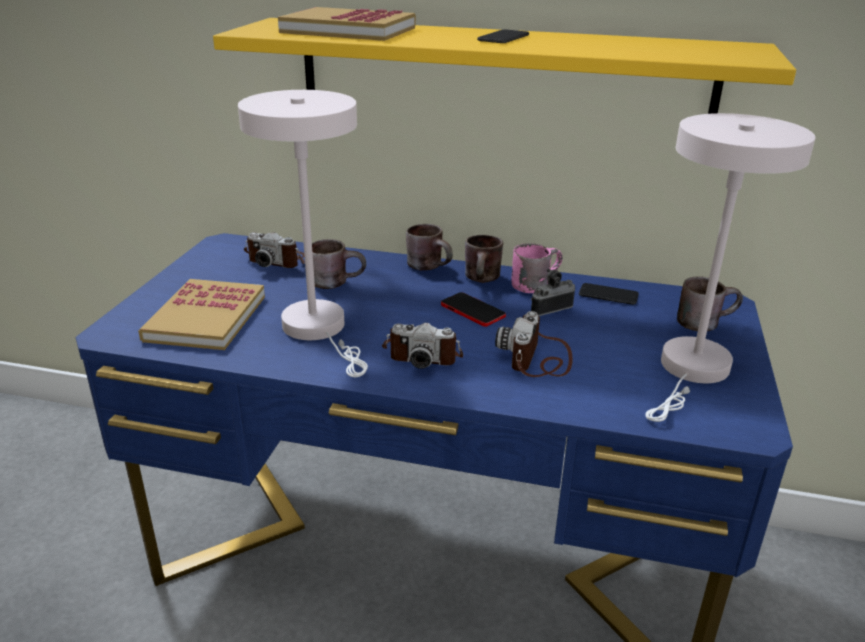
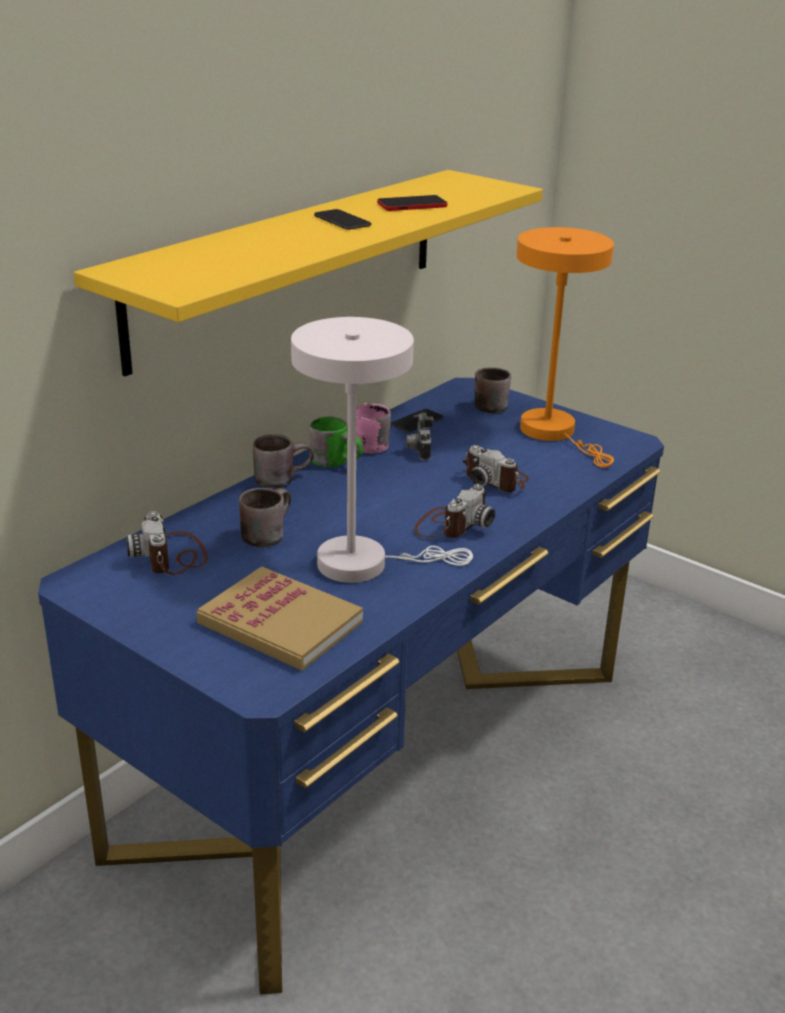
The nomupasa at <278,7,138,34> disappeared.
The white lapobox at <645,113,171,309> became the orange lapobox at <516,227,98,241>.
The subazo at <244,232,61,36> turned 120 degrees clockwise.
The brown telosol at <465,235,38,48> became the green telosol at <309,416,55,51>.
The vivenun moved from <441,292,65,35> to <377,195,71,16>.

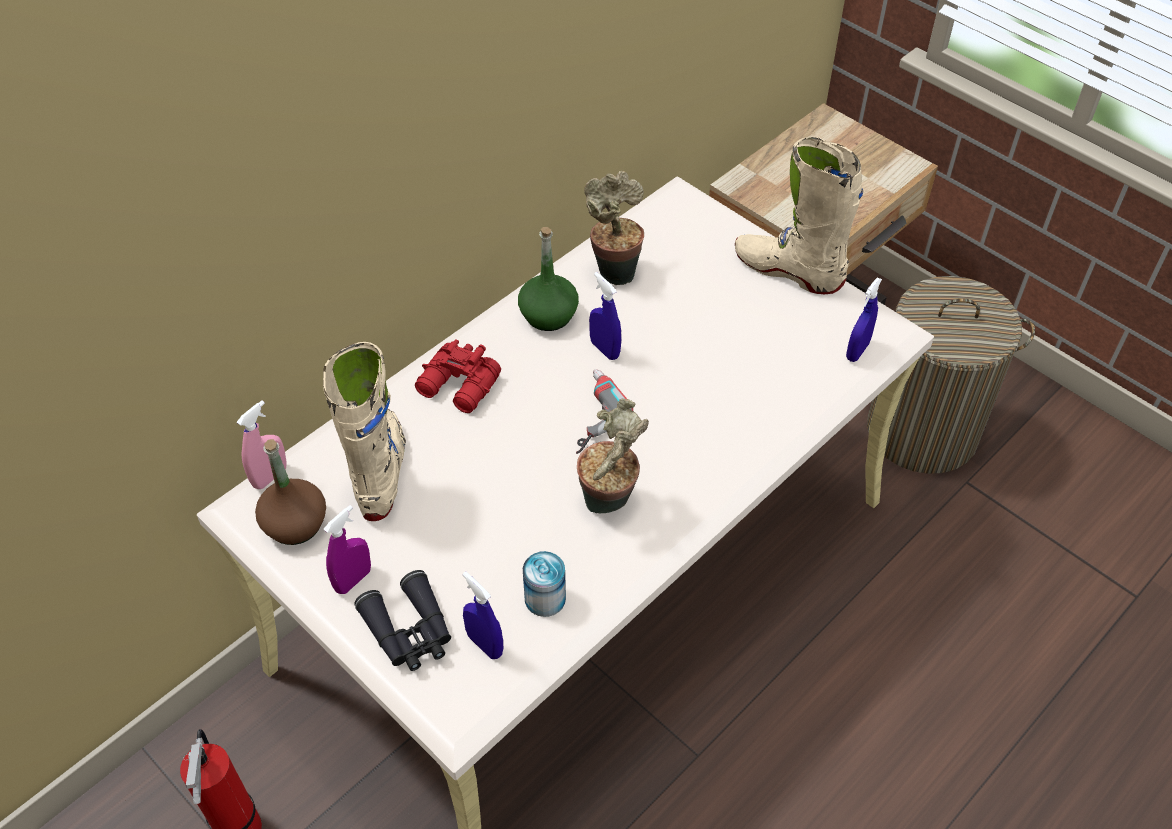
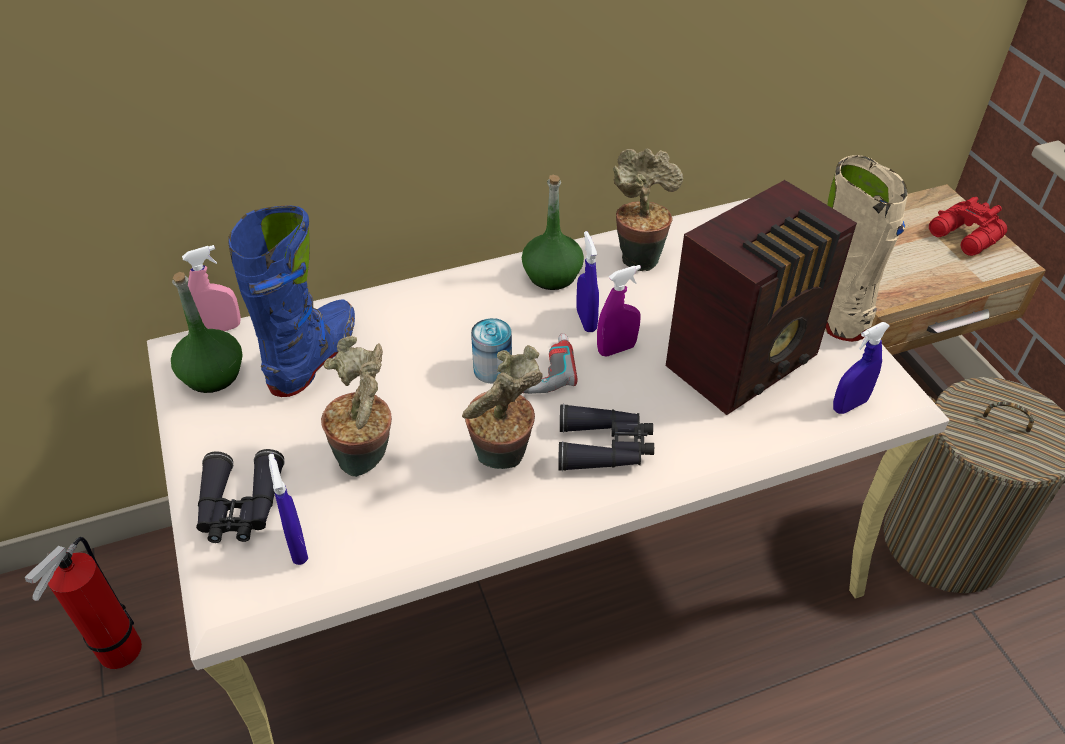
The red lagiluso moved from <415,339,86,74> to <929,197,78,59>.
The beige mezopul at <323,342,83,179> became the blue mezopul at <228,205,127,192>.
The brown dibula at <255,439,71,106> became the green dibula at <171,272,72,121>.
The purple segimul moved from <323,505,48,89> to <597,265,44,92>.
The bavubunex moved from <523,551,43,66> to <471,318,41,66>.
The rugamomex at <666,180,191,235> appeared.
The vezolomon at <321,336,71,141> appeared.
The black lagiluso at <558,404,96,67> appeared.

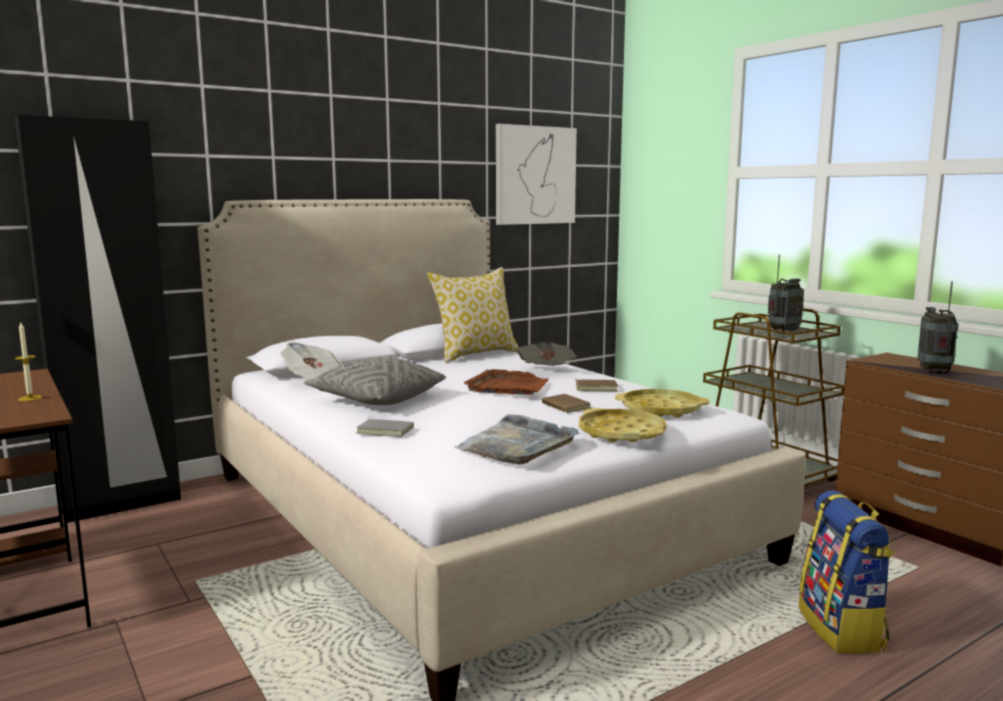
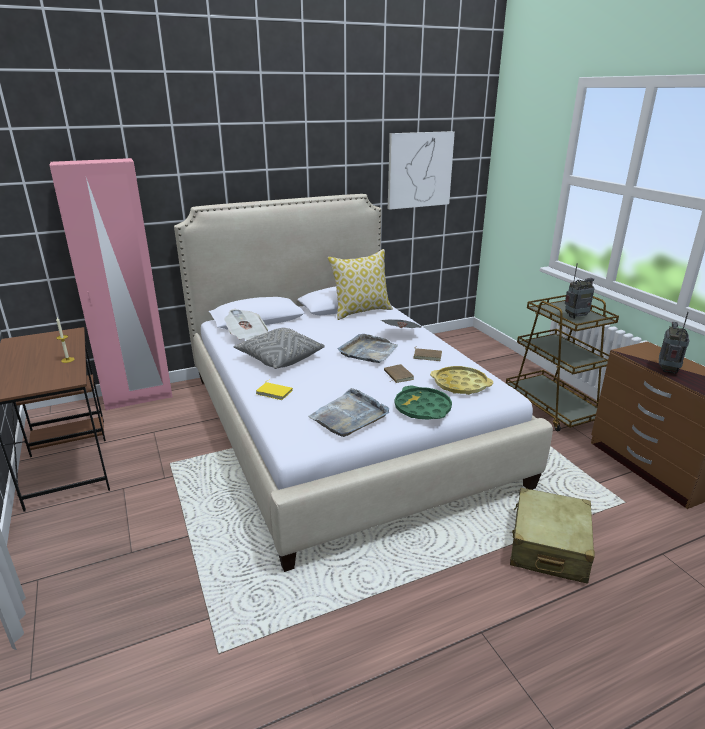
The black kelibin at <15,115,166,408> became the pink kelibin at <49,158,124,252>.
The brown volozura at <464,369,85,26> became the grey volozura at <338,334,60,29>.
The yellow volozura at <579,408,87,35> became the green volozura at <394,386,58,33>.
The grey nomupasa at <356,417,58,20> became the yellow nomupasa at <256,380,37,20>.
The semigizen at <799,490,95,163> was replaced by the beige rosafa at <510,488,85,96>.

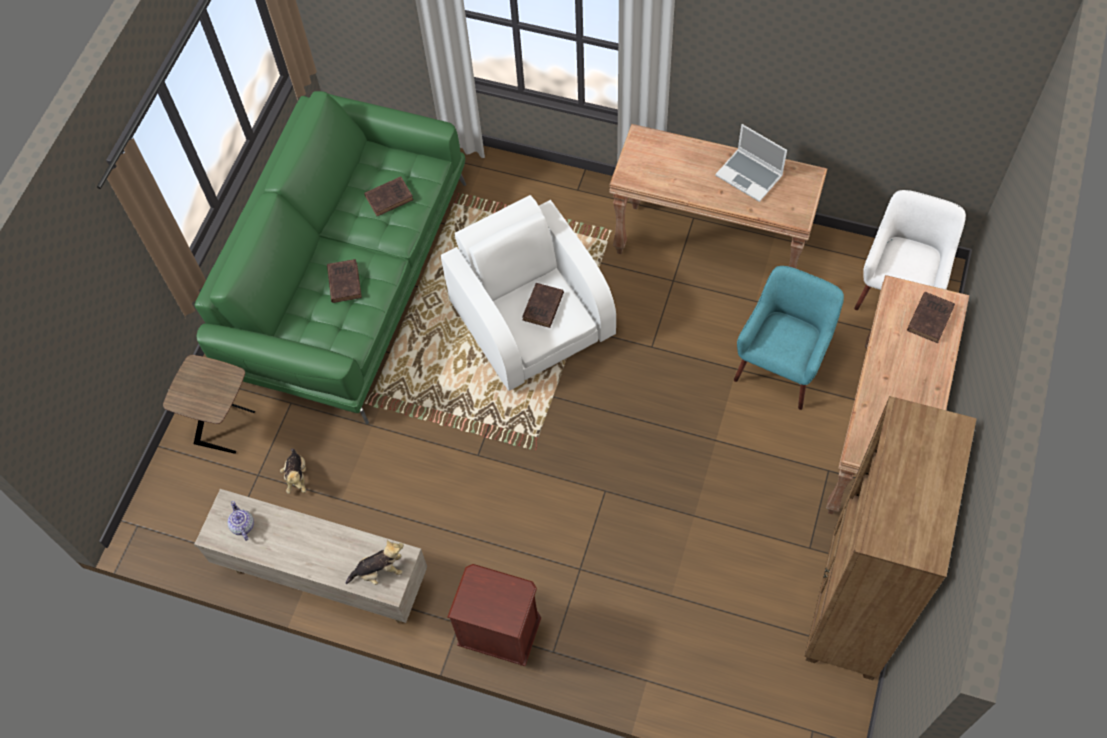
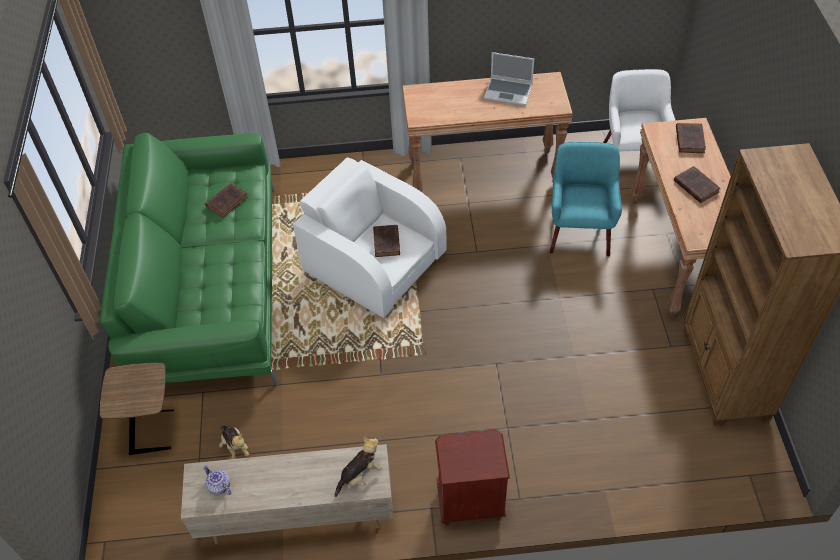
The brown nomupasa moved from <327,259,35,44> to <674,166,47,37>.

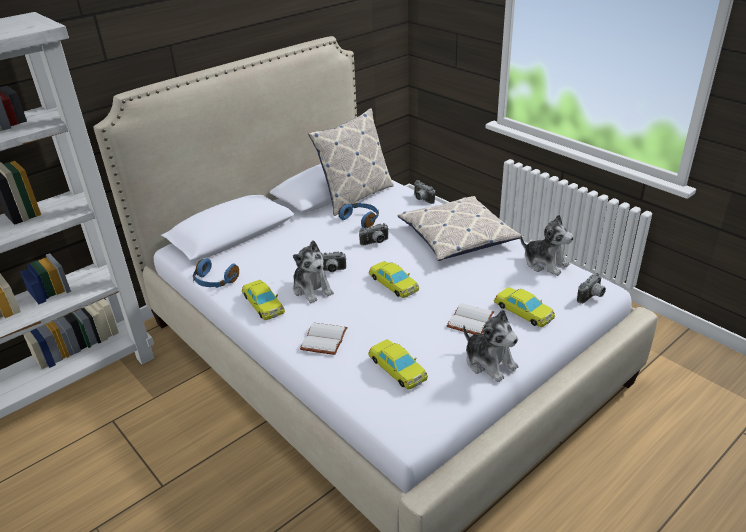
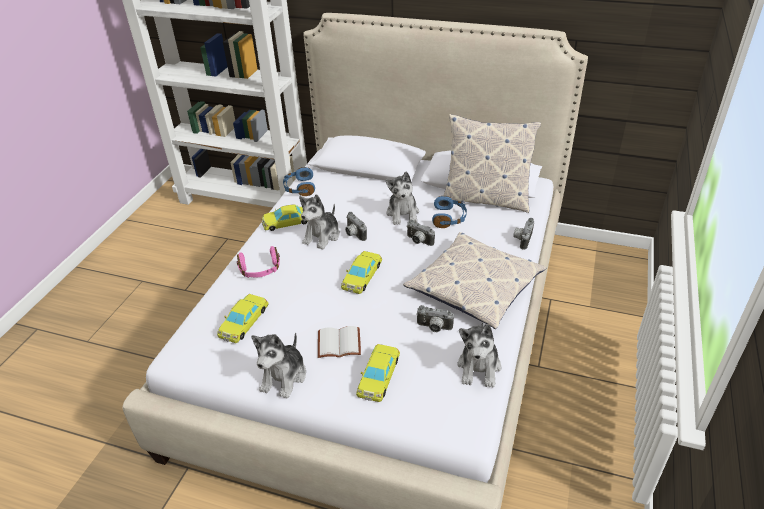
The subazo moved from <577,273,29,31> to <416,305,38,27>.
The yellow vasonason at <242,280,43,40> turned 45 degrees clockwise.
The white nomupasa at <300,322,48,33> was replaced by the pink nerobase at <237,246,43,32>.
The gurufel at <386,172,33,53> appeared.

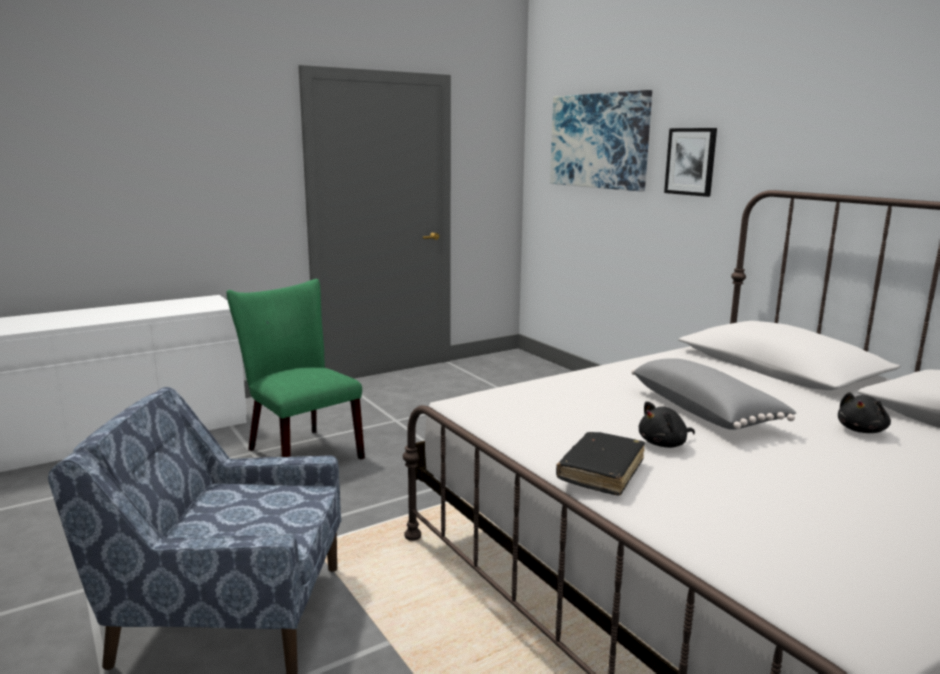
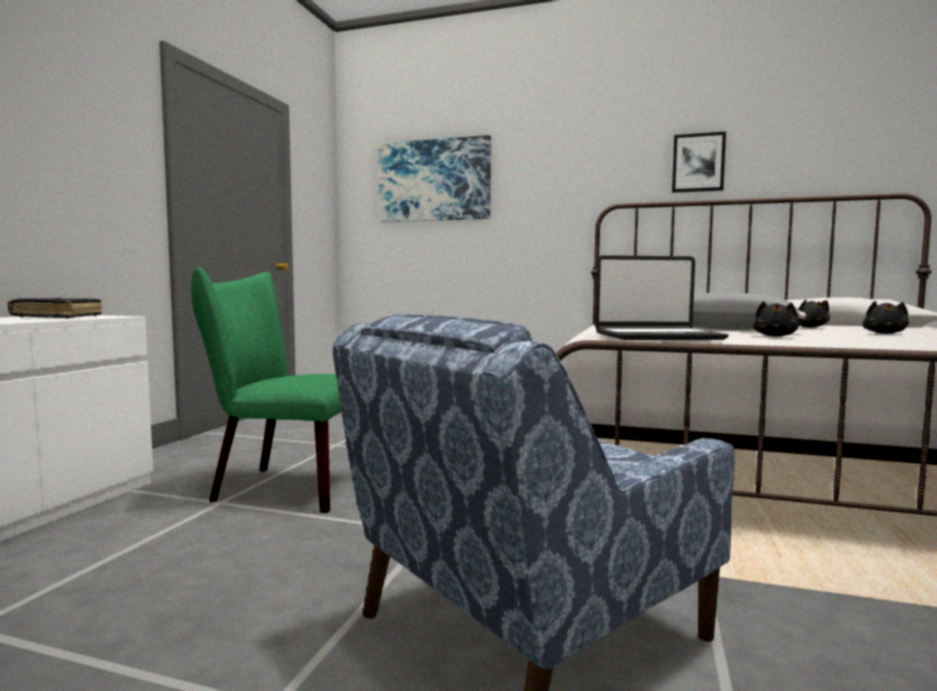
The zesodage moved from <664,128,53,69> to <672,131,54,62>.
The black nomupasa moved from <556,432,89,64> to <8,298,94,20>.
The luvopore at <595,255,134,85> appeared.
The black gurufel at <862,301,47,33> appeared.

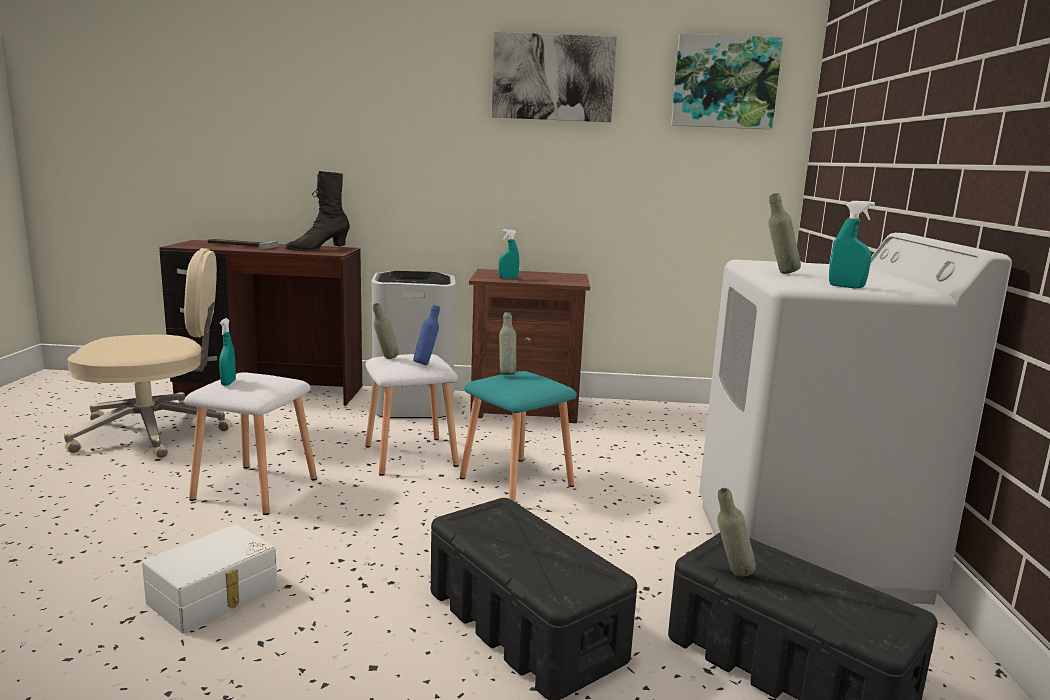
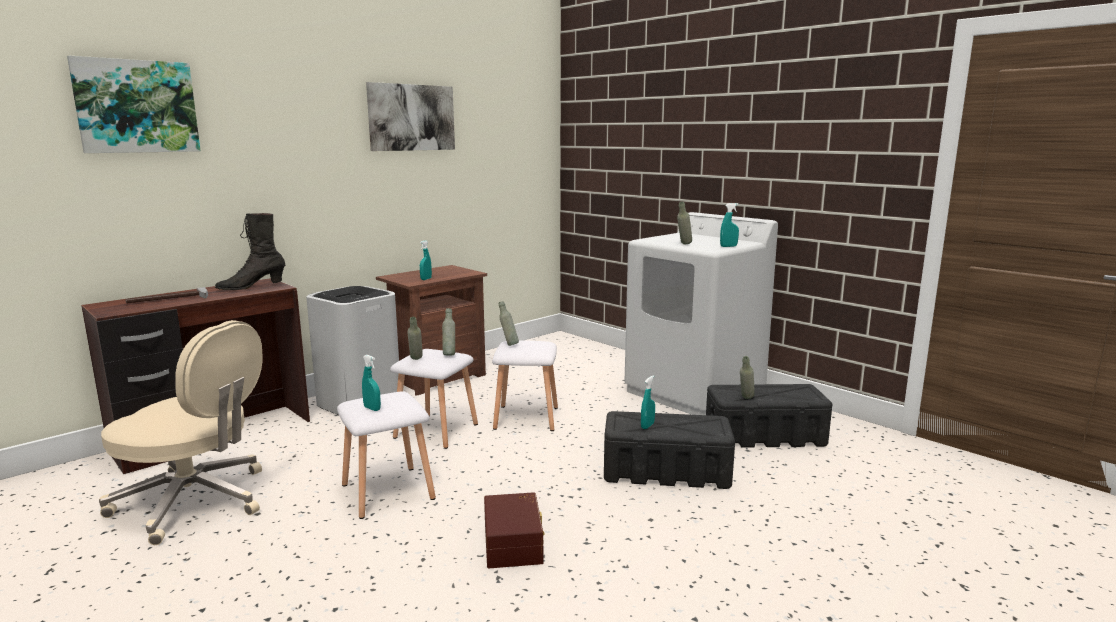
The zesodage moved from <671,33,112,97> to <67,56,133,97>.
The black mezopul at <285,171,65,80> turned 60 degrees clockwise.
The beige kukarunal at <64,248,168,211> turned 75 degrees clockwise.
The blue dibula at <413,305,27,60> became the grey dibula at <442,308,13,47>.
The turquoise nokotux at <460,371,117,131> became the white nokotux at <492,341,66,90>.
The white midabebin at <142,524,136,110> became the brown midabebin at <484,492,61,76>.
The turquoise segimul at <641,376,14,53> appeared.

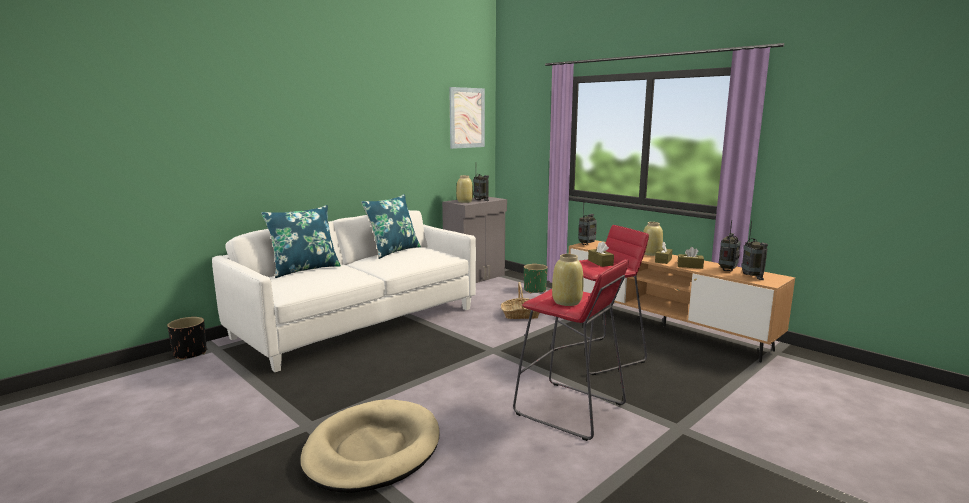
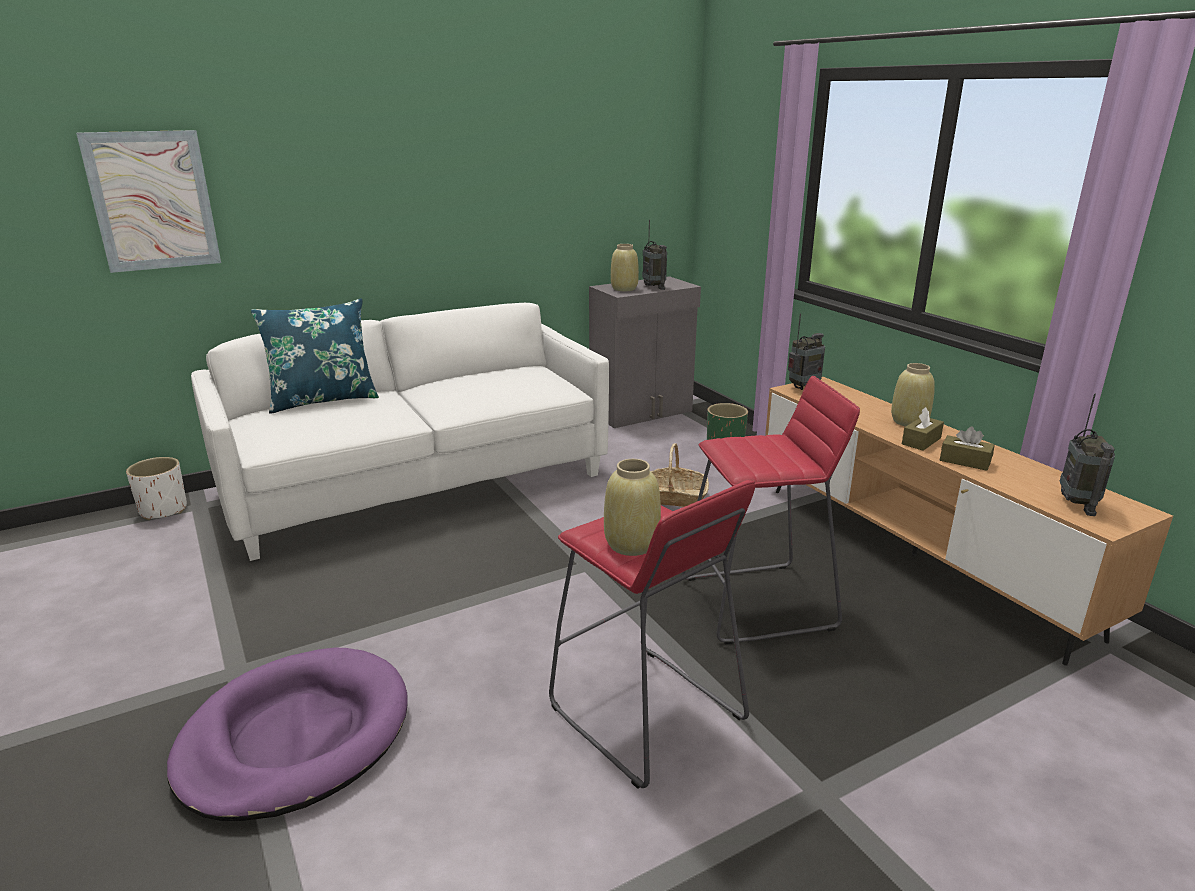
The zesodage moved from <449,87,36,62> to <76,130,145,143>.
The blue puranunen at <361,194,60,65> disappeared.
The rugamomex at <719,220,22,51> disappeared.
The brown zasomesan at <588,241,26,26> disappeared.
The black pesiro at <167,317,40,43> became the white pesiro at <126,457,61,63>.
The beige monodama at <300,400,139,93> became the purple monodama at <167,648,241,173>.

